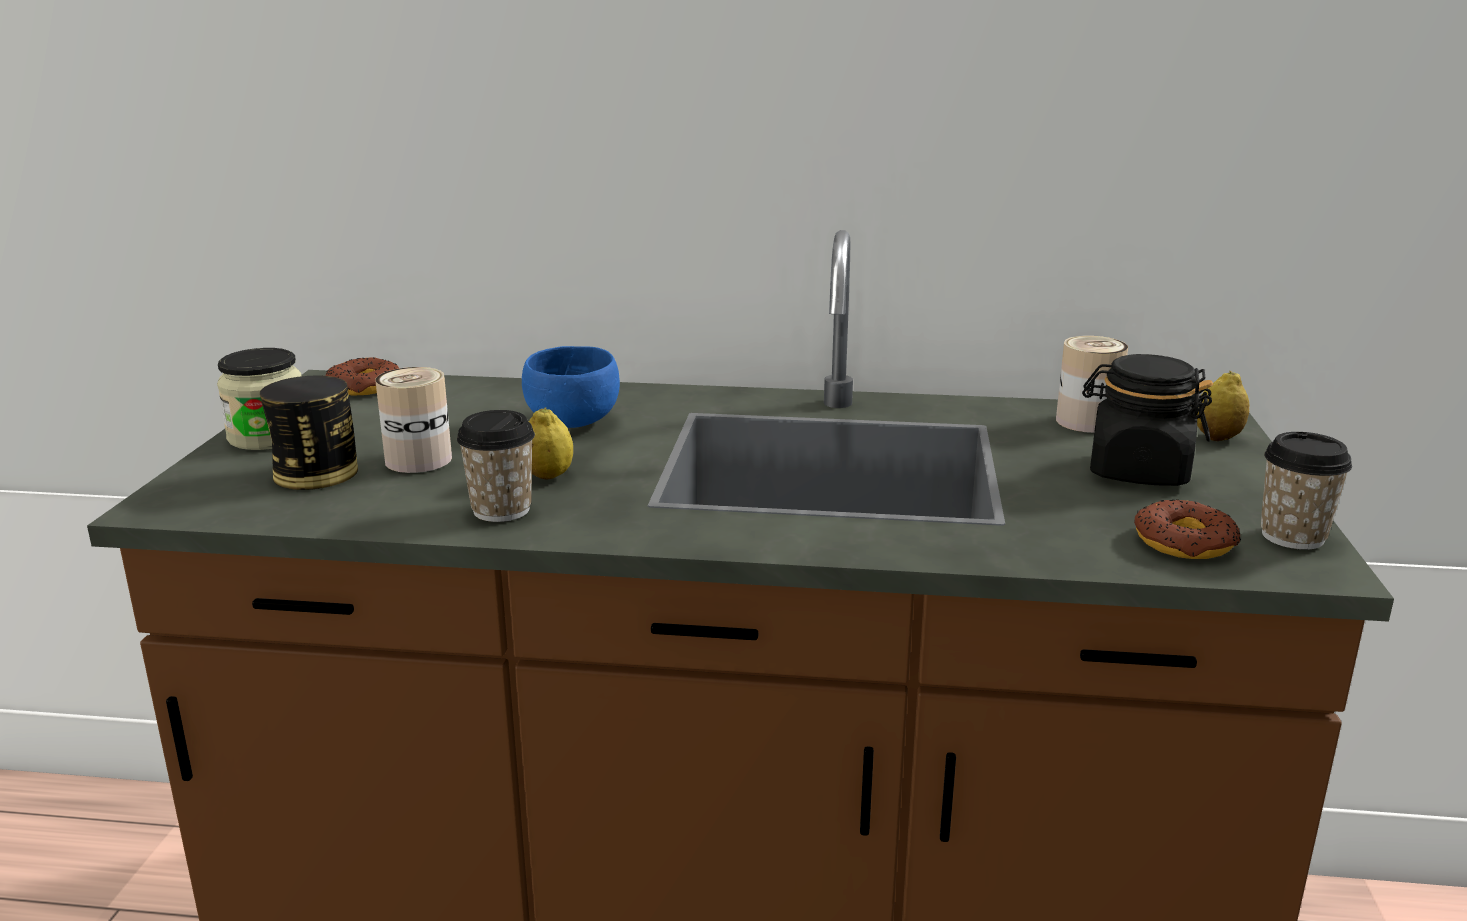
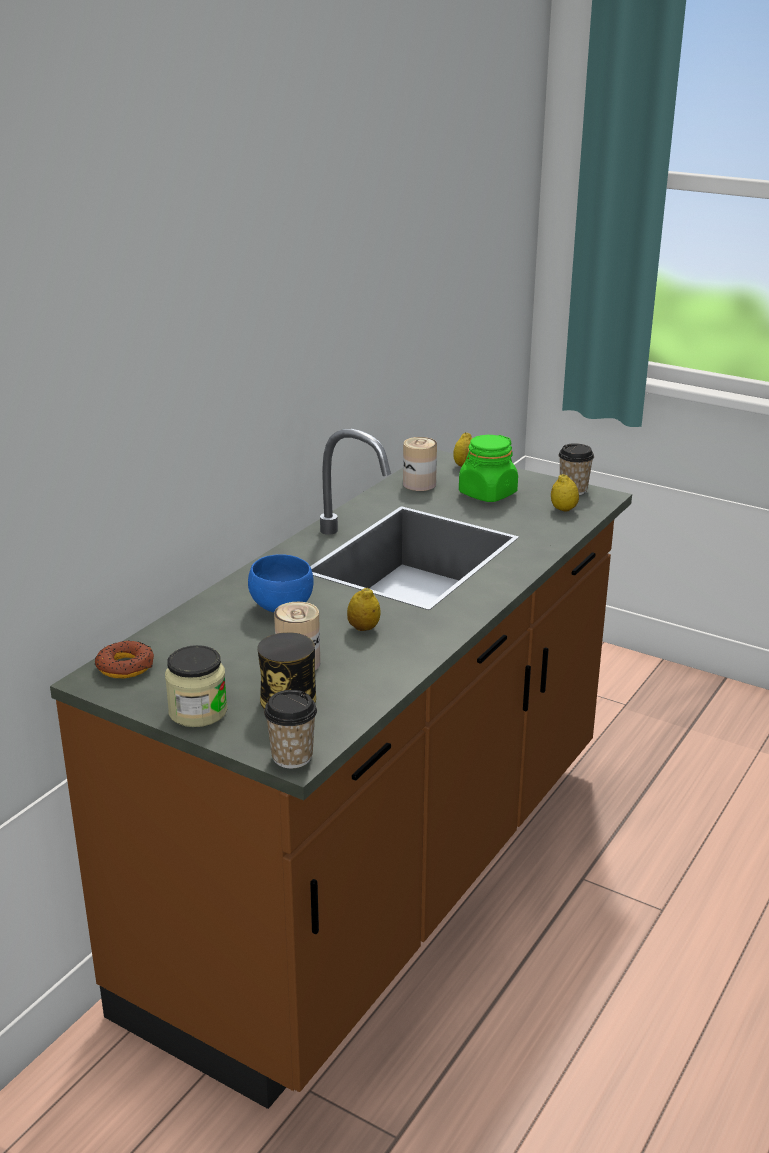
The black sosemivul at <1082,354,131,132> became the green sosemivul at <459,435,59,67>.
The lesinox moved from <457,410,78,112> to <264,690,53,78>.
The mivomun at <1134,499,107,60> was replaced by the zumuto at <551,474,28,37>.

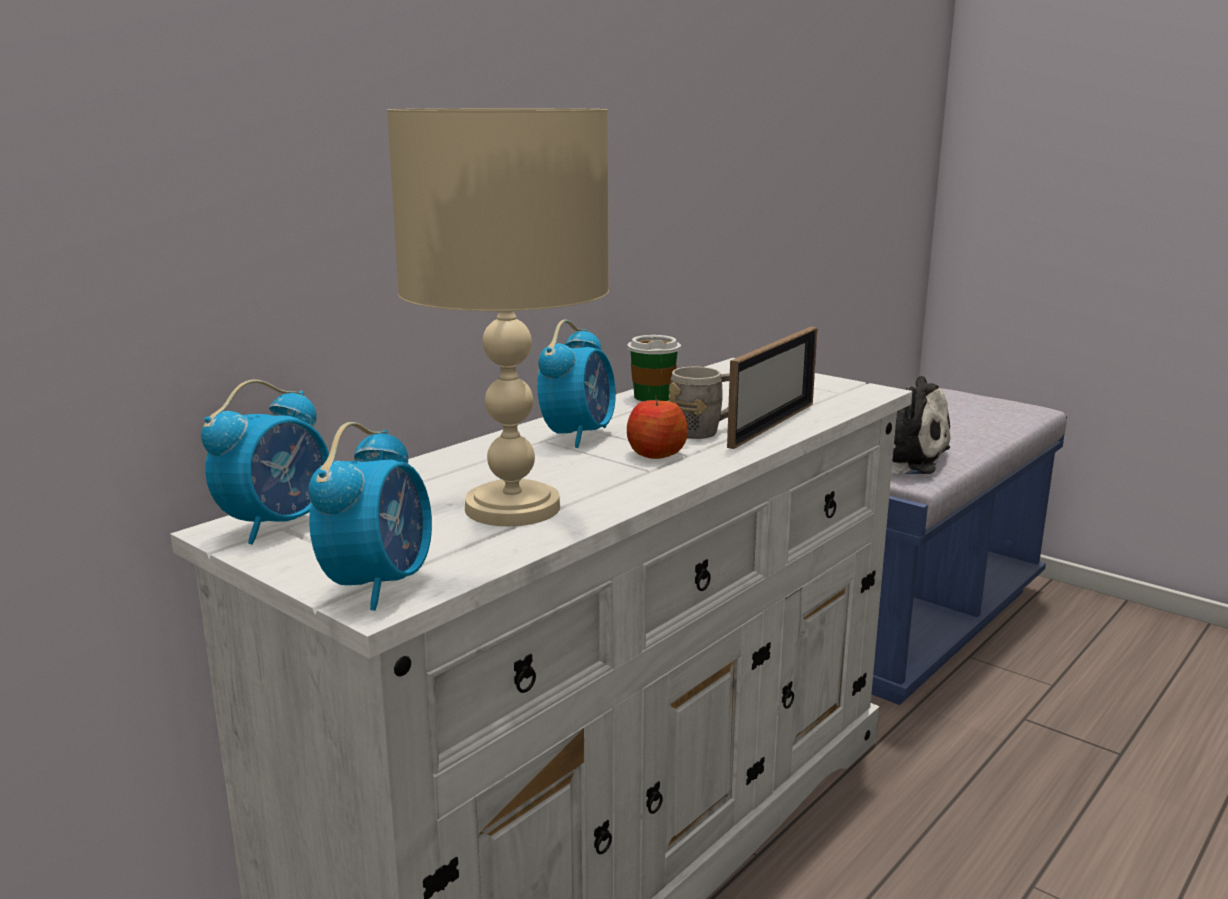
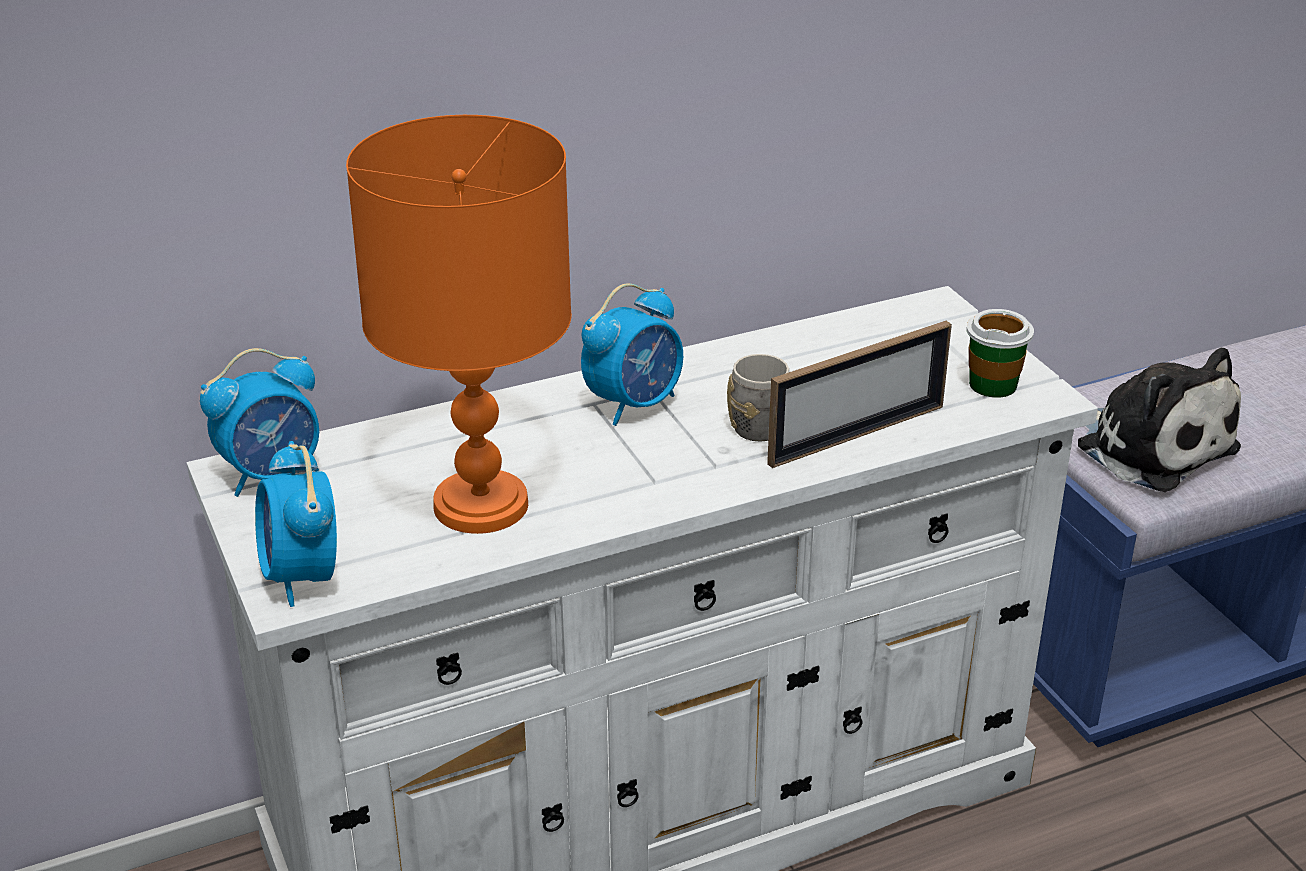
The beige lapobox at <387,108,222,418> became the orange lapobox at <346,115,226,419>.
The lesinox moved from <627,335,54,66> to <967,309,67,89>.
The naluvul at <627,395,61,64> disappeared.
The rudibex at <308,422,124,189> turned 120 degrees clockwise.

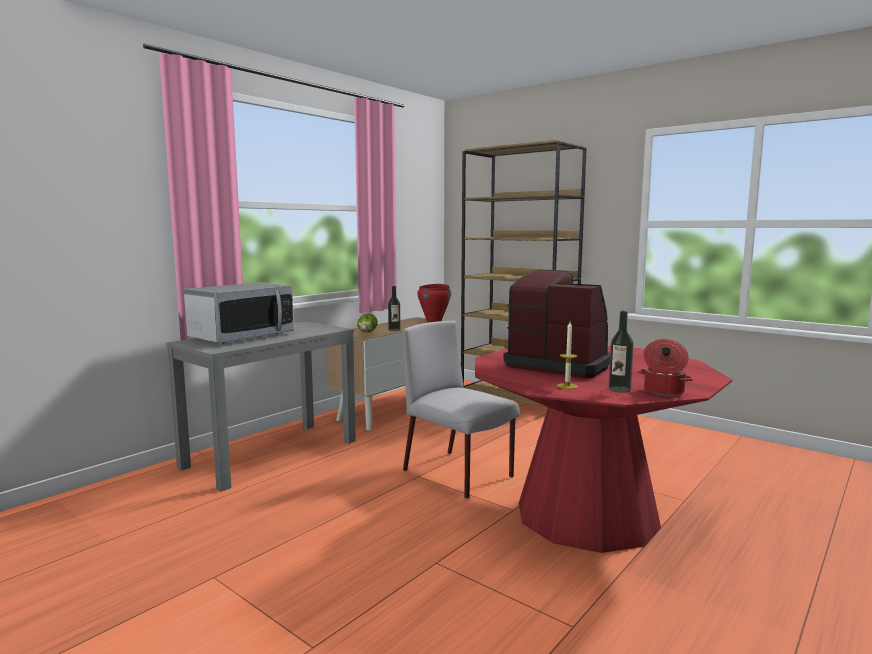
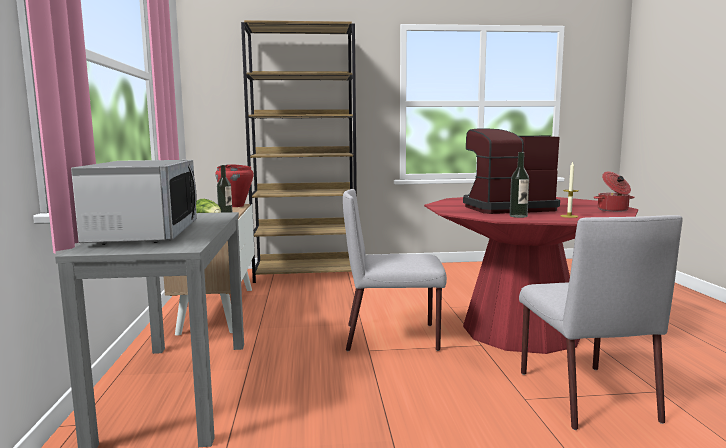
The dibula moved from <608,311,26,82> to <510,152,19,66>.
The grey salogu at <519,215,164,215> appeared.

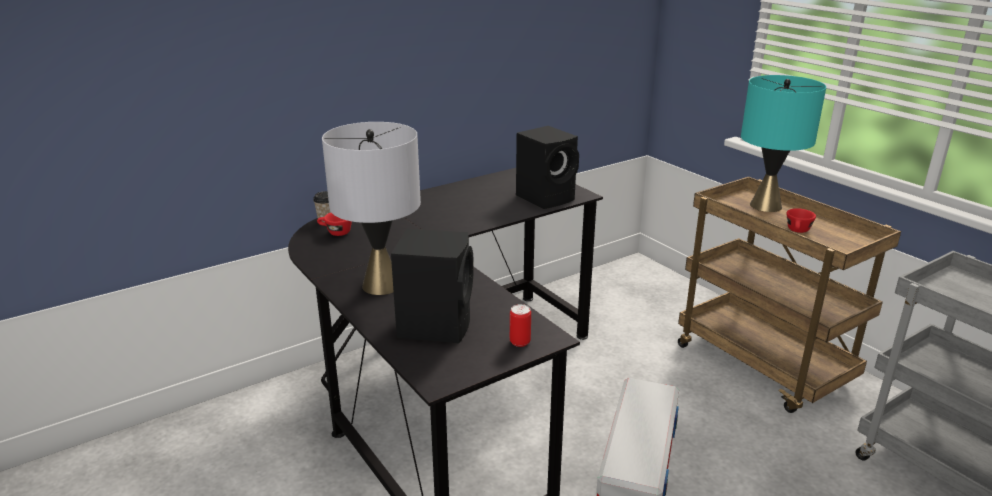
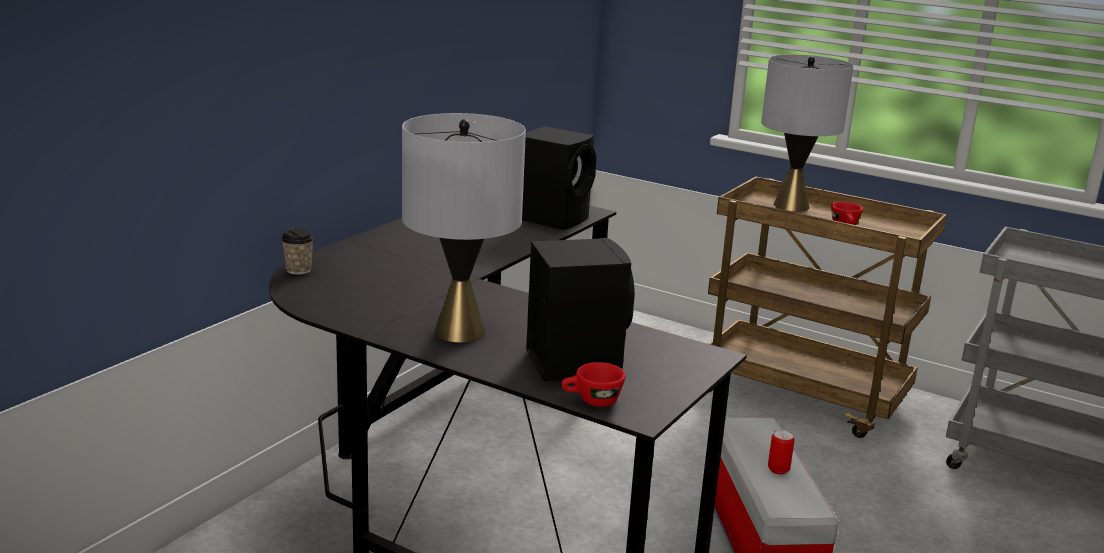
The turquoise lapobox at <741,75,85,137> became the grey lapobox at <761,54,93,158>.
The red lesinox moved from <317,213,35,23> to <562,362,64,45>.
The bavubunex moved from <510,304,21,43> to <768,430,27,45>.

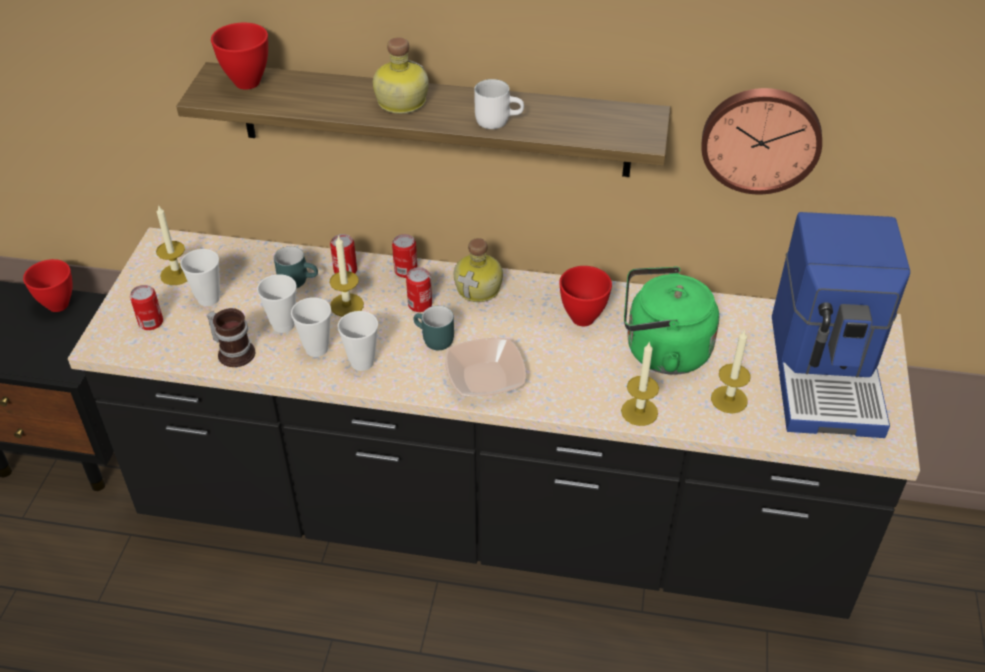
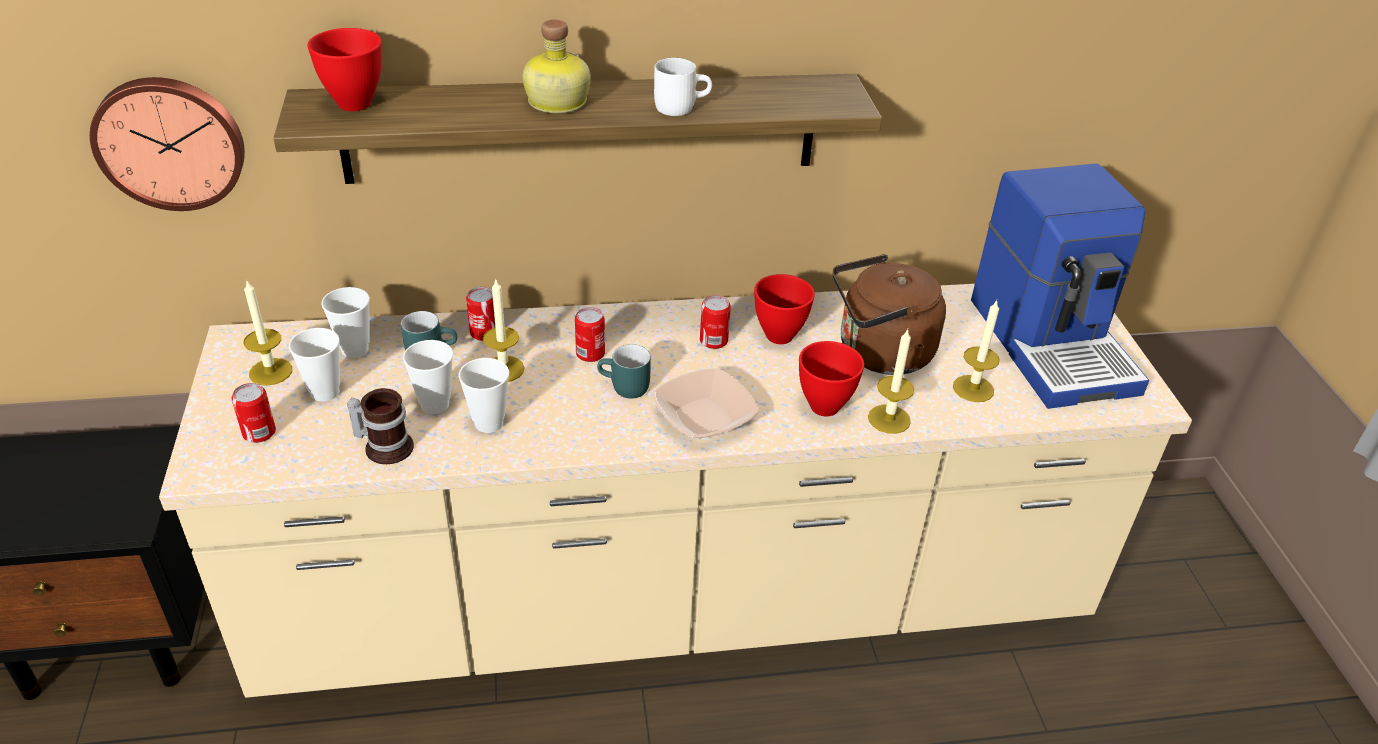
The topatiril moved from <701,88,121,106> to <90,77,155,134>.
The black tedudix at <68,227,852,392> became the beige tedudix at <159,284,1033,414>.
The bavubunex moved from <392,234,26,44> to <700,295,31,54>.
The dibula at <454,238,49,64> disappeared.
The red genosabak moved from <23,259,50,53> to <799,341,65,76>.
The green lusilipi at <624,266,95,109> became the brown lusilipi at <833,254,113,121>.
The lesinox moved from <338,311,40,60> to <321,287,49,71>.

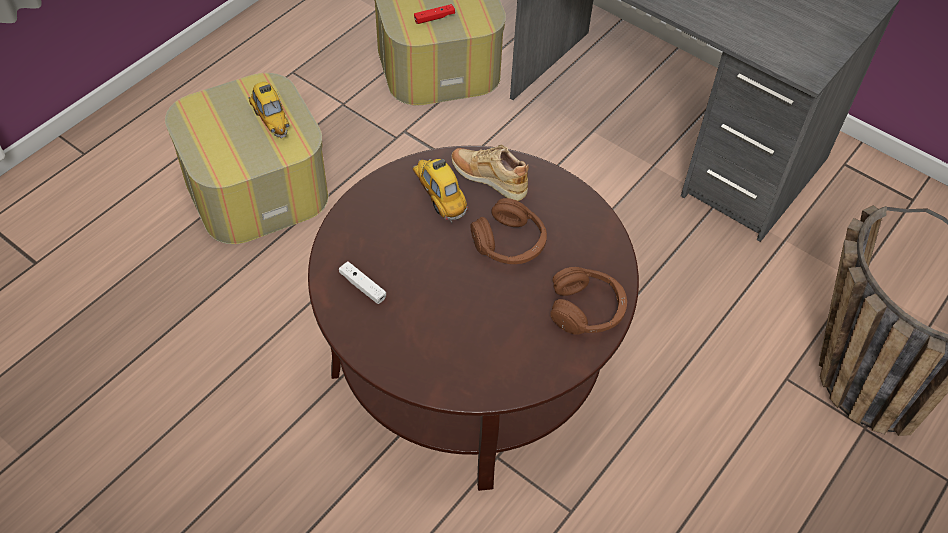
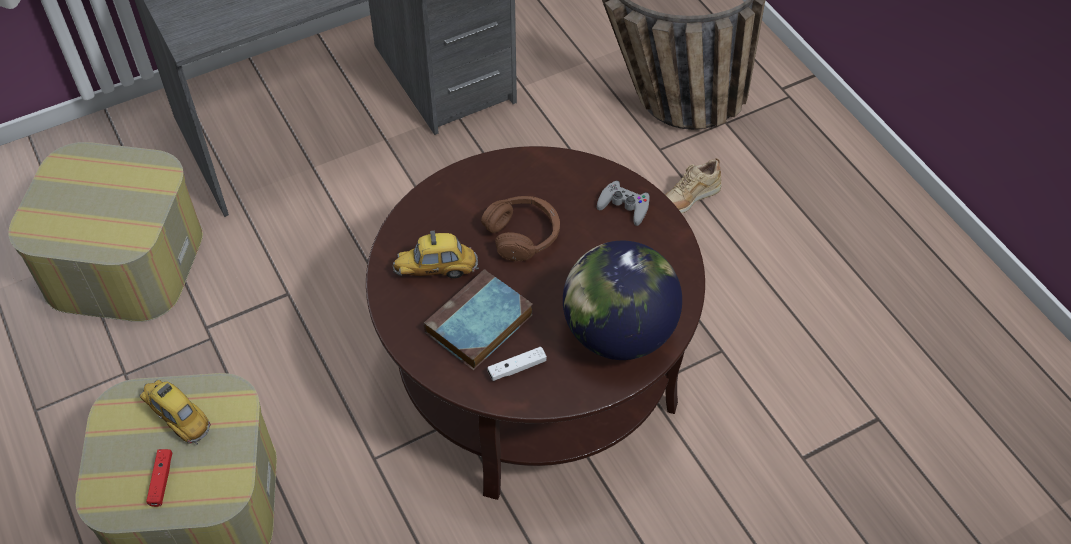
The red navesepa moved from <414,4,41,20> to <146,449,26,58>.
The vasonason at <249,82,41,56> turned 135 degrees counterclockwise.
The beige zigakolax moved from <452,145,77,56> to <665,158,57,55>.
The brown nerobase at <550,267,77,68> was replaced by the grey navesepa at <597,180,53,46>.
The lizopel at <563,241,119,119> appeared.
The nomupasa at <424,269,109,101> appeared.

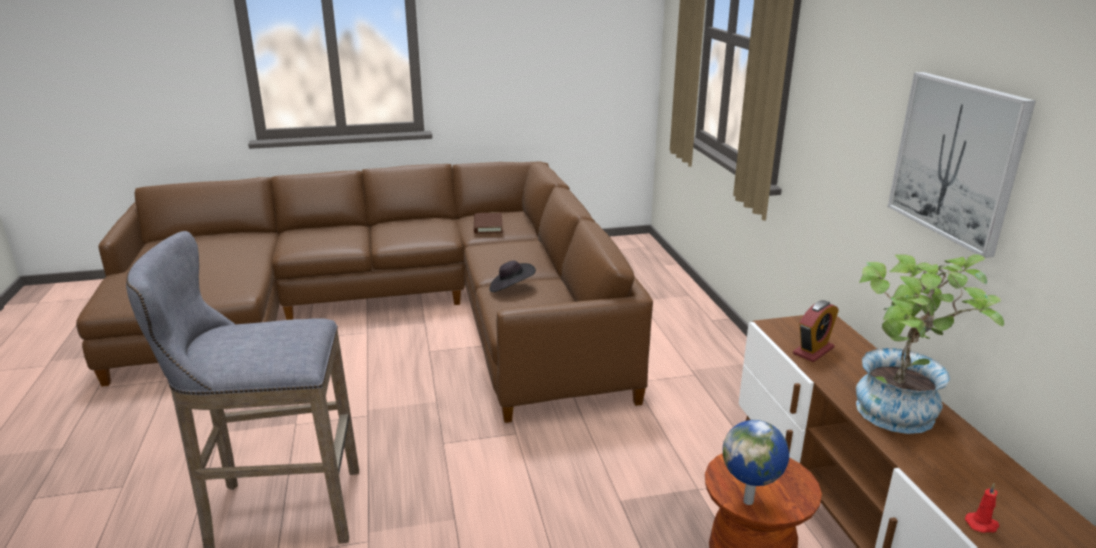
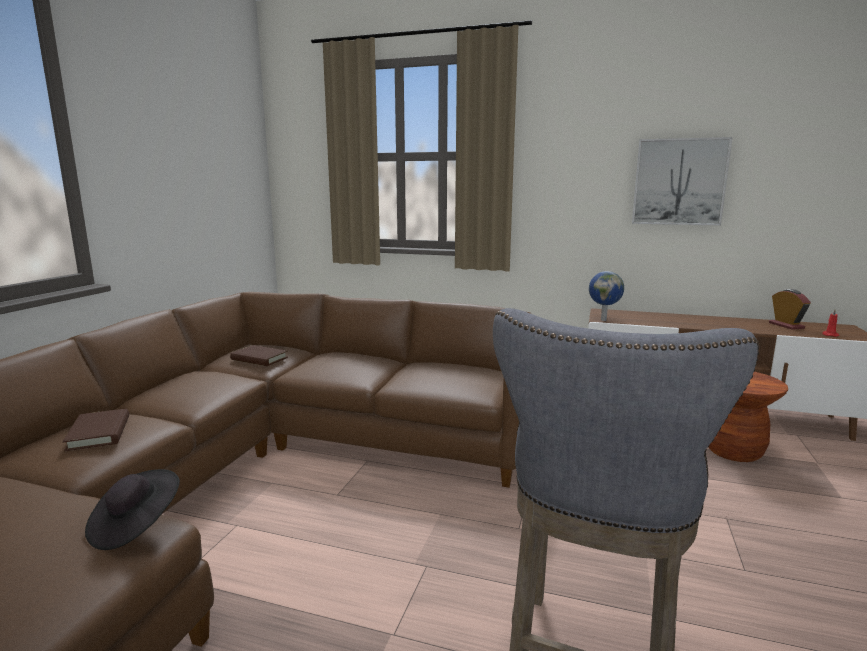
The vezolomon at <856,254,148,180> disappeared.
The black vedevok moved from <489,261,47,31> to <85,469,95,81>.
The rudibex moved from <793,300,46,62> to <769,289,42,41>.
The lizopel moved from <723,420,66,85> to <589,271,35,50>.
The brown nomupasa at <63,409,66,42> appeared.

